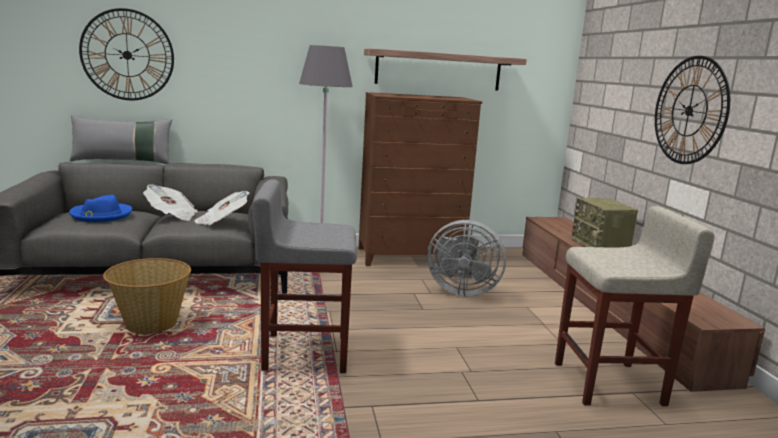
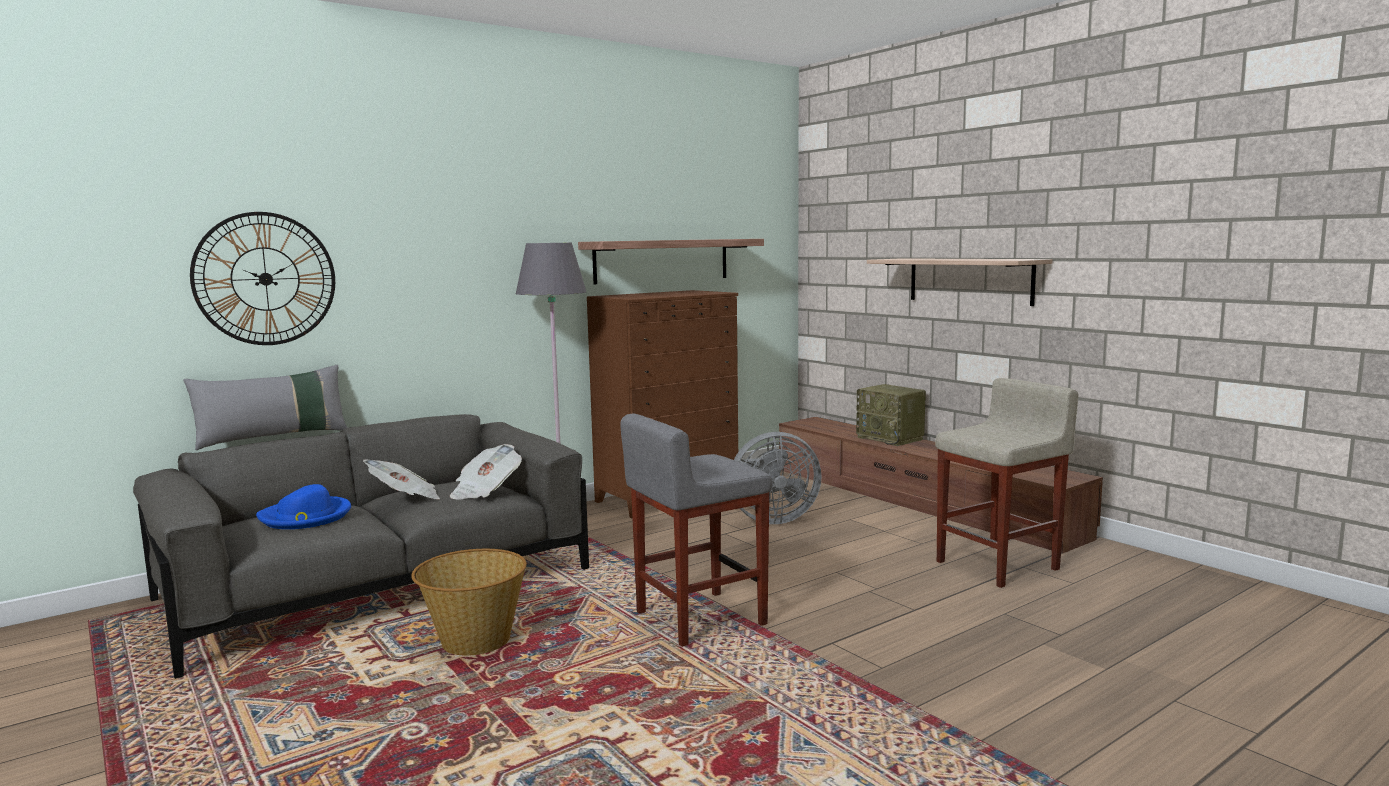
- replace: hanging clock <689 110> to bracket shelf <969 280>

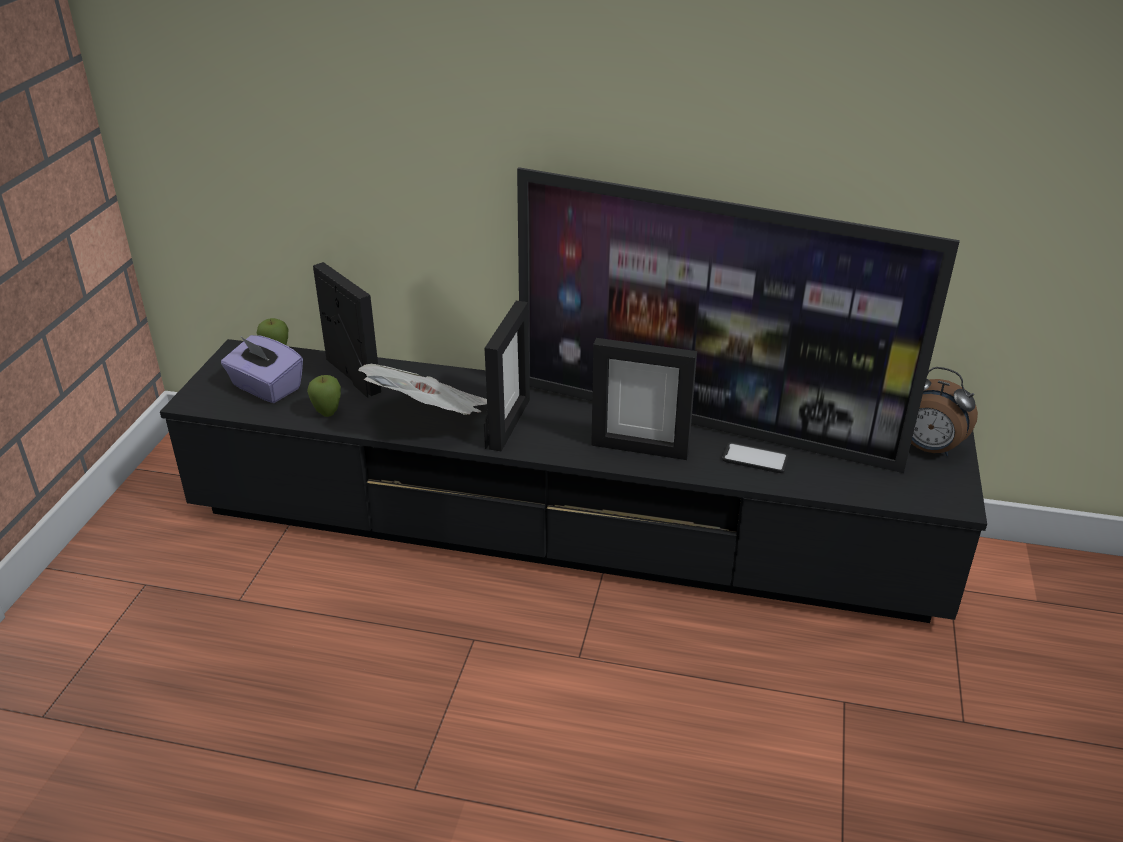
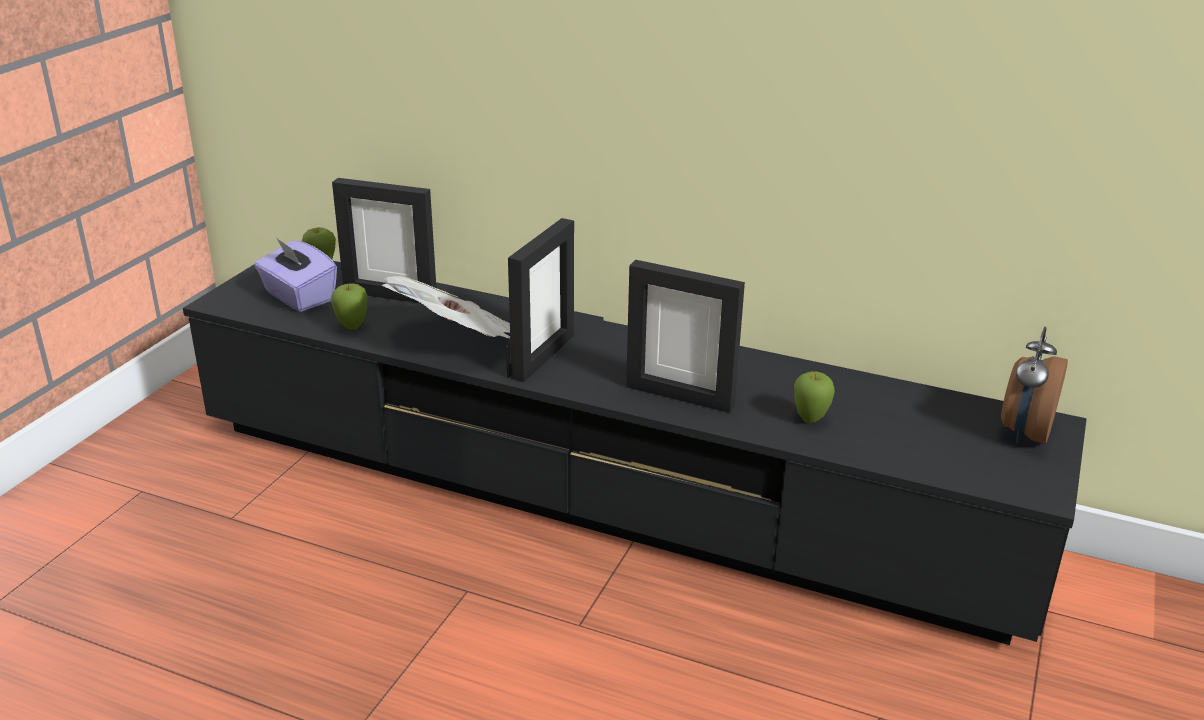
- delete: television <704 423>
- rotate: picture frame <351 376> = <391 295> 135 degrees clockwise
- rotate: alarm clock <928 449> = <1024 432> 75 degrees clockwise
- replace: telephone <755 459> to apple fruit <810 420>

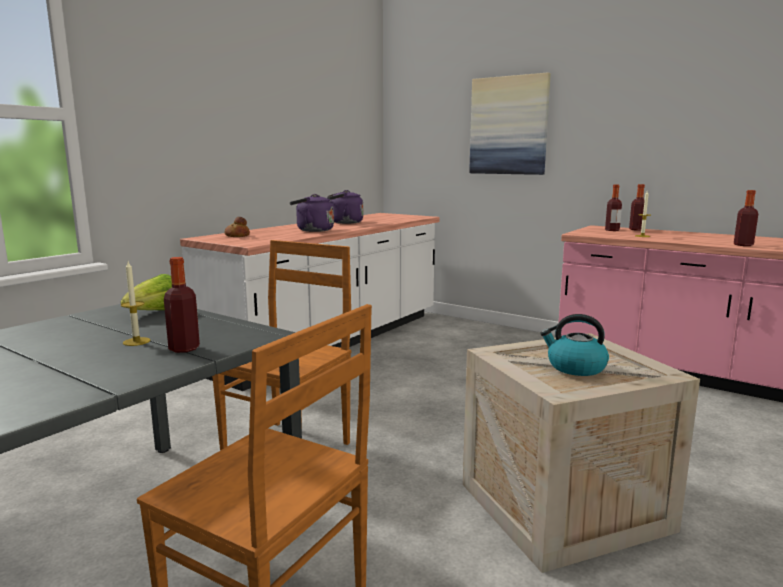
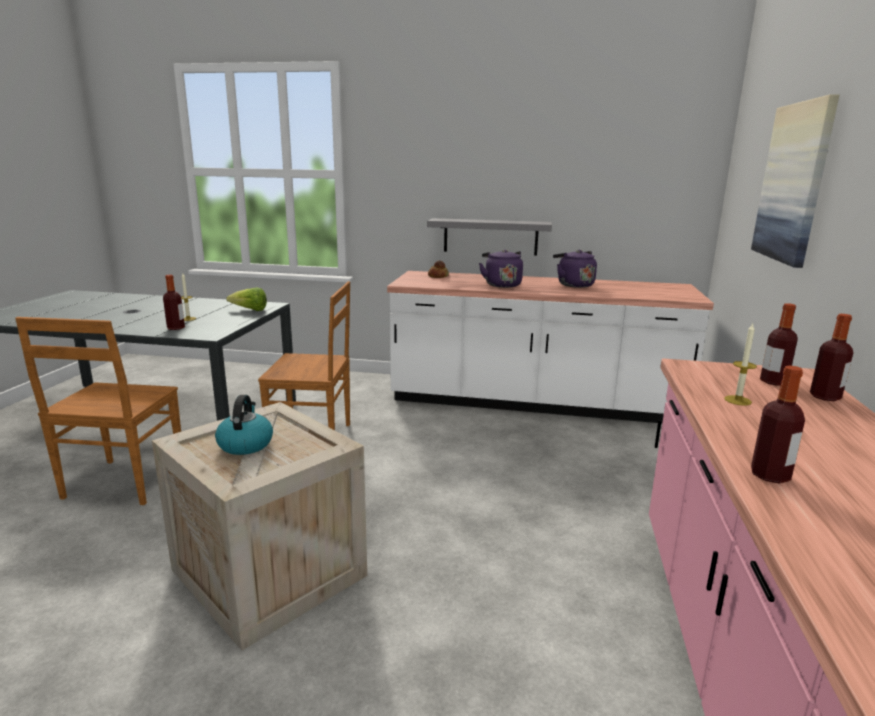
- insert: bracket shelf (gray) <490 236>

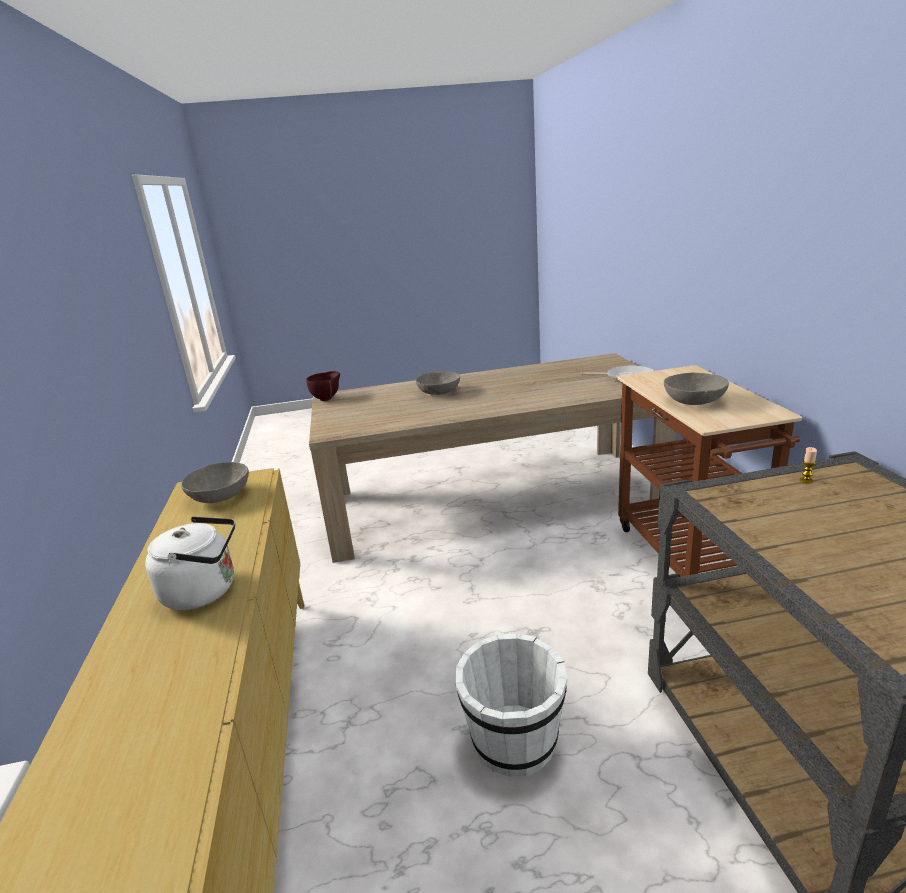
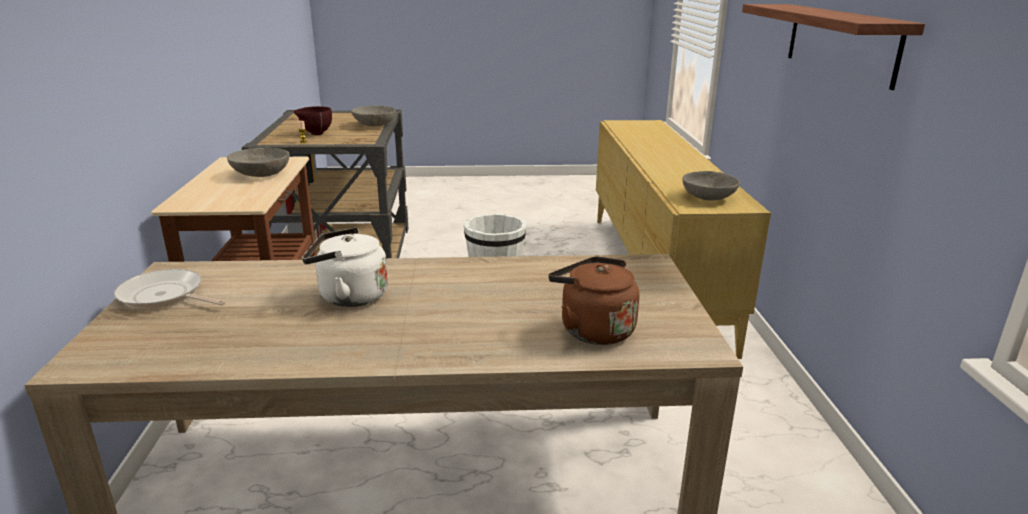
- move: bowl (brownish) <327 398> to <315 134>
- move: bowl (gray) <439 392> to <375 125>
- move: kettle (white) <205 591> to <349 296>
- insert: bracket shelf <840 42>
- insert: kettle (brownish) <593 329>

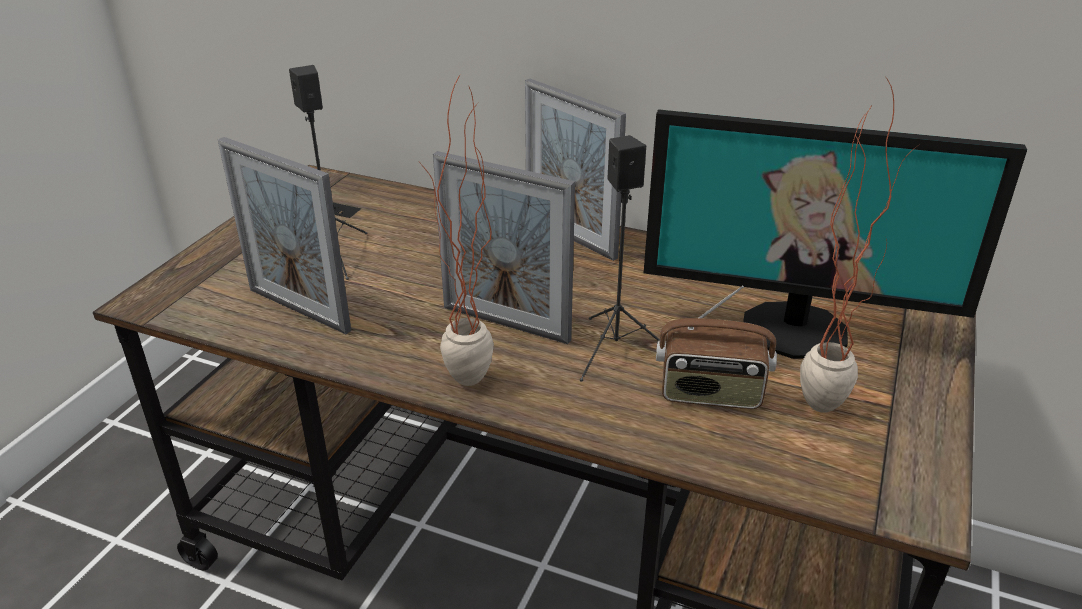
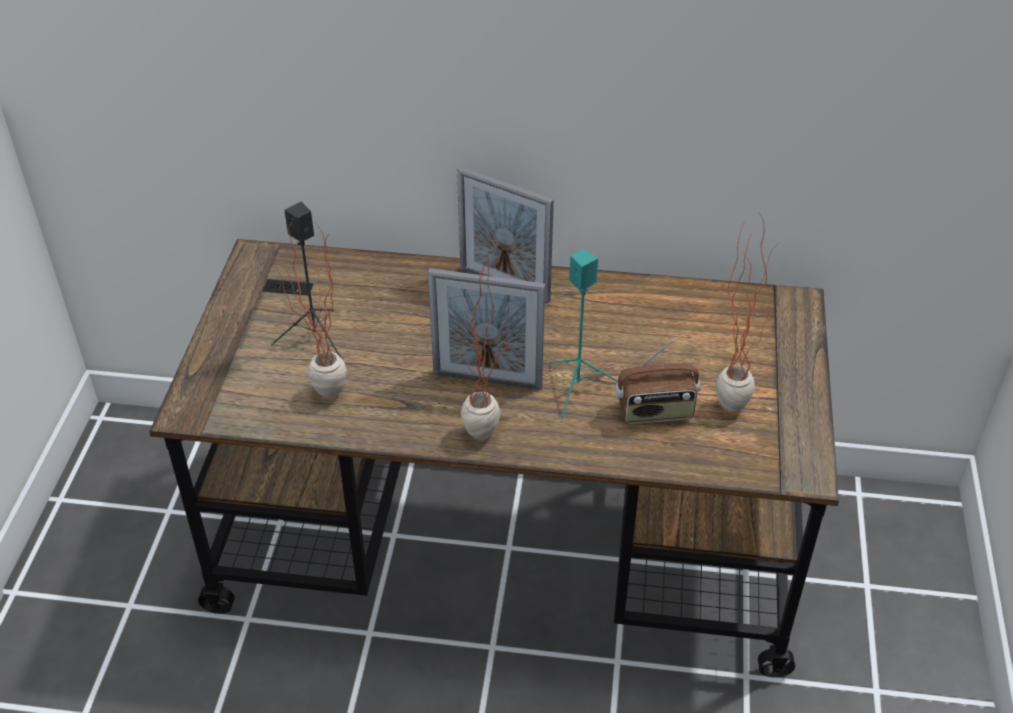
- delete: computer screen <794 328>
- recolor: loudspeaker (blackish) <617 350> to loudspeaker (turquoise) <578 388>
- replace: picture frame <299 310> to plant in a pot <319 397>

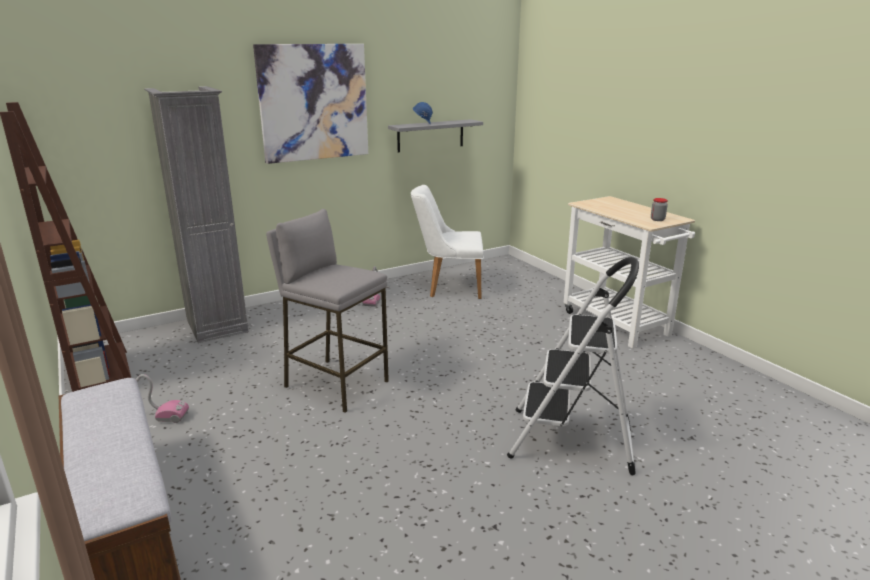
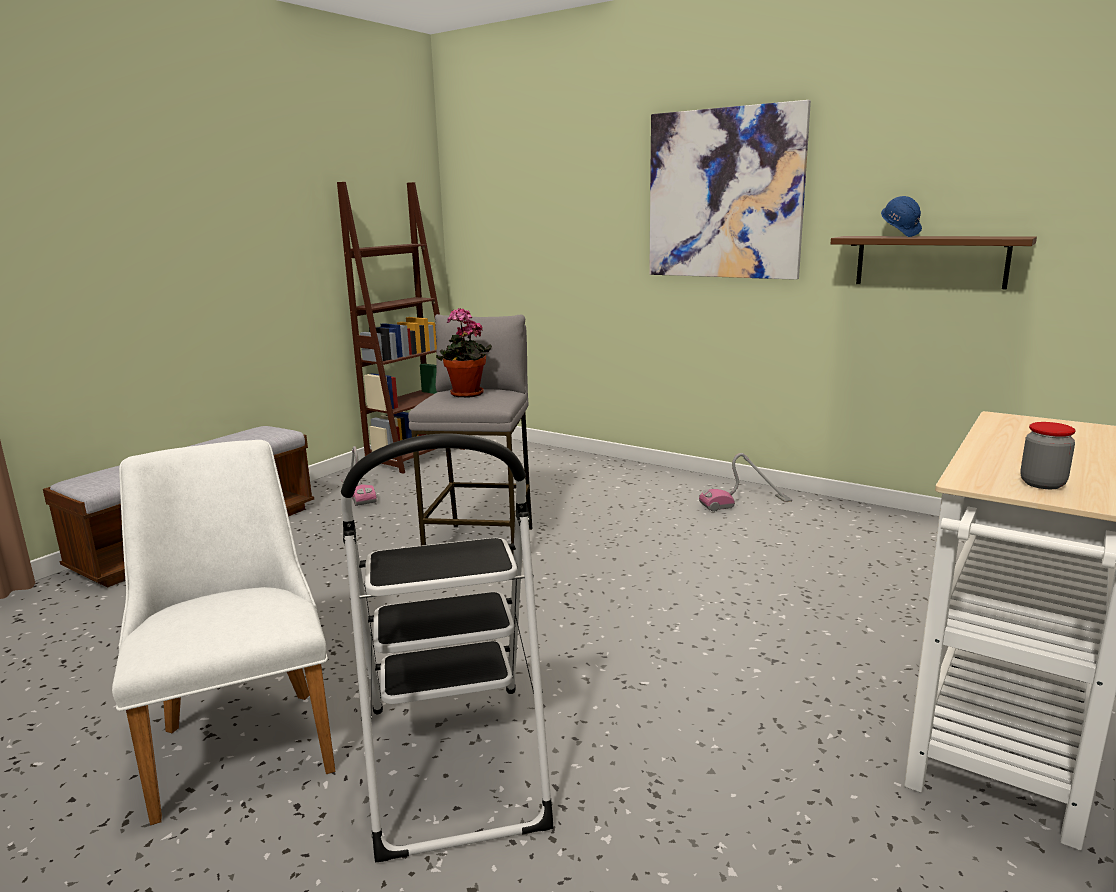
- delete: storage cabinet (gray) <218 326>
- recolor: bracket shelf (gray) <430 135> to bracket shelf (brownish) <930 261>
- move: plain chair (white) <449 287> to <242 738>
- insert: plant in a pot <466 395>

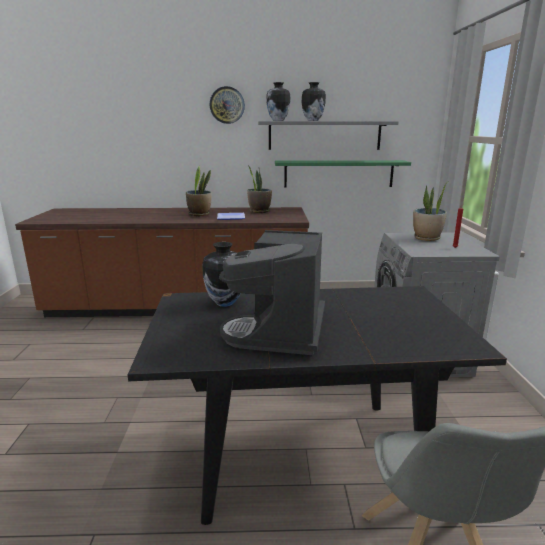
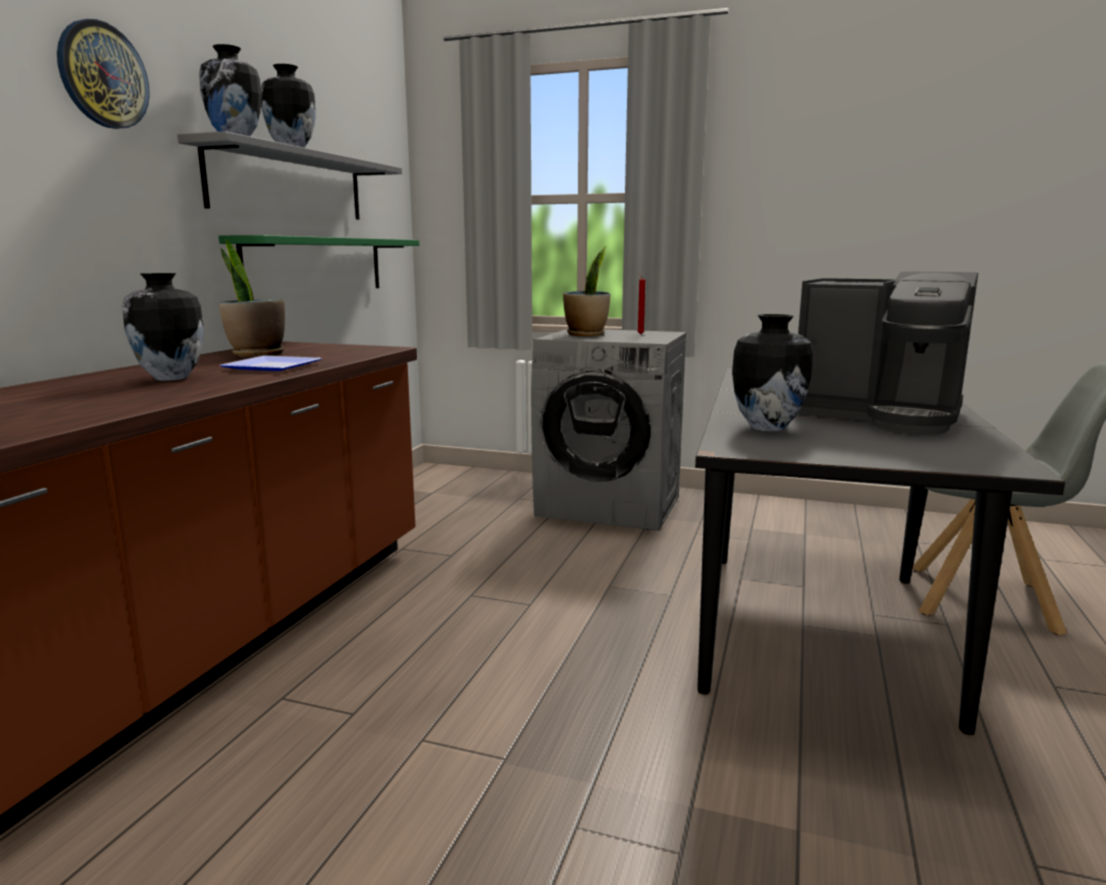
- replace: plant in a pot <199 214> to flower vase <170 378>

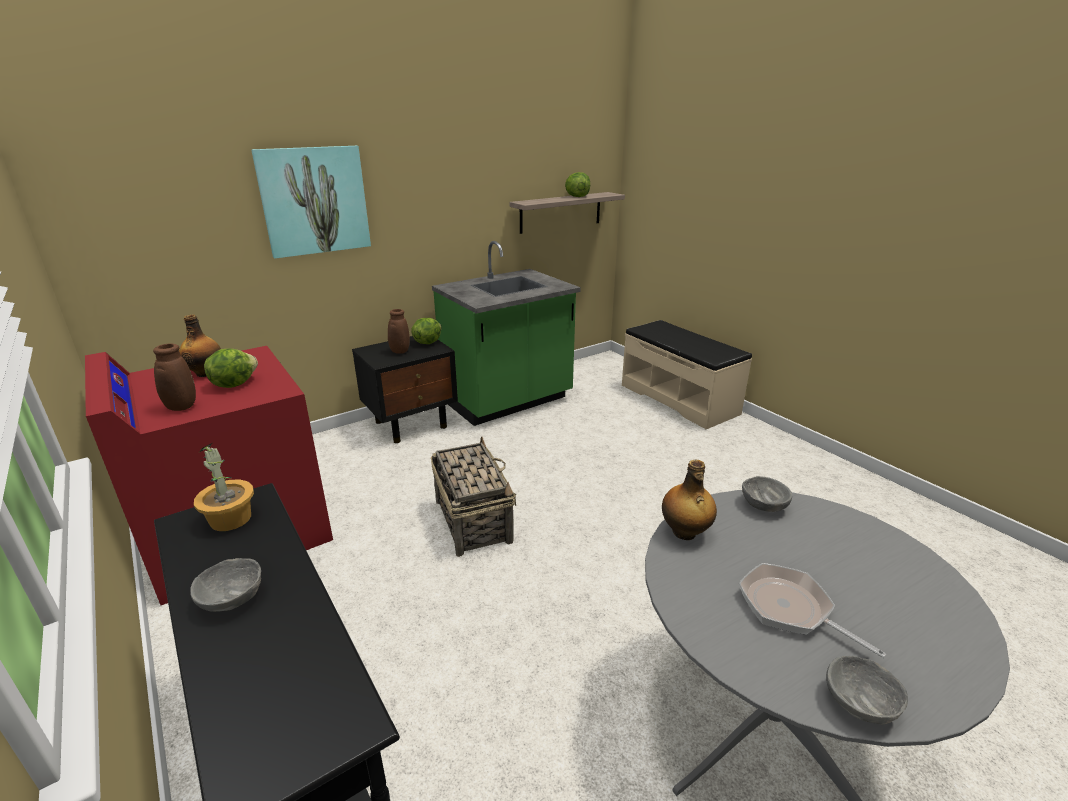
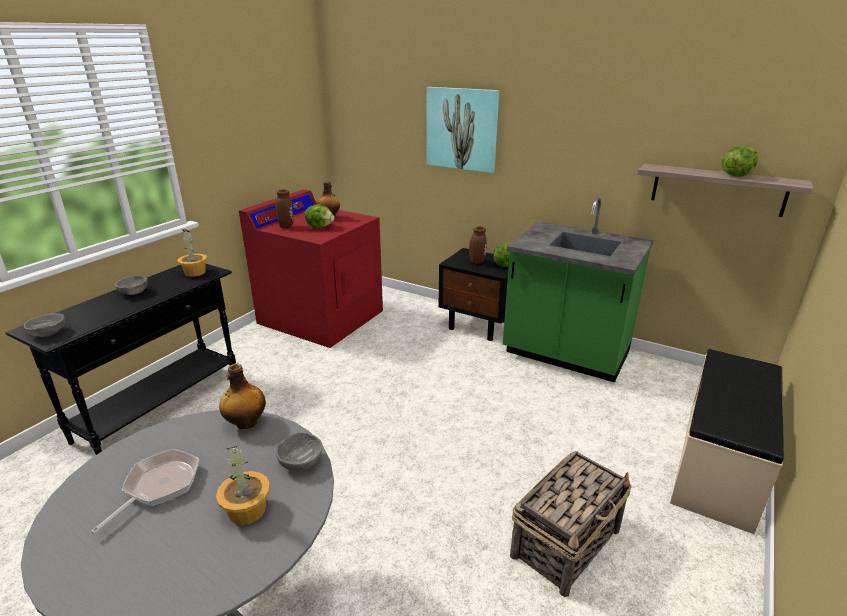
- move: storage basket <473 520> to <566 542>
- move: bowl (gray) <859 703> to <48 333>
- insert: plant in a pot <247 511>

